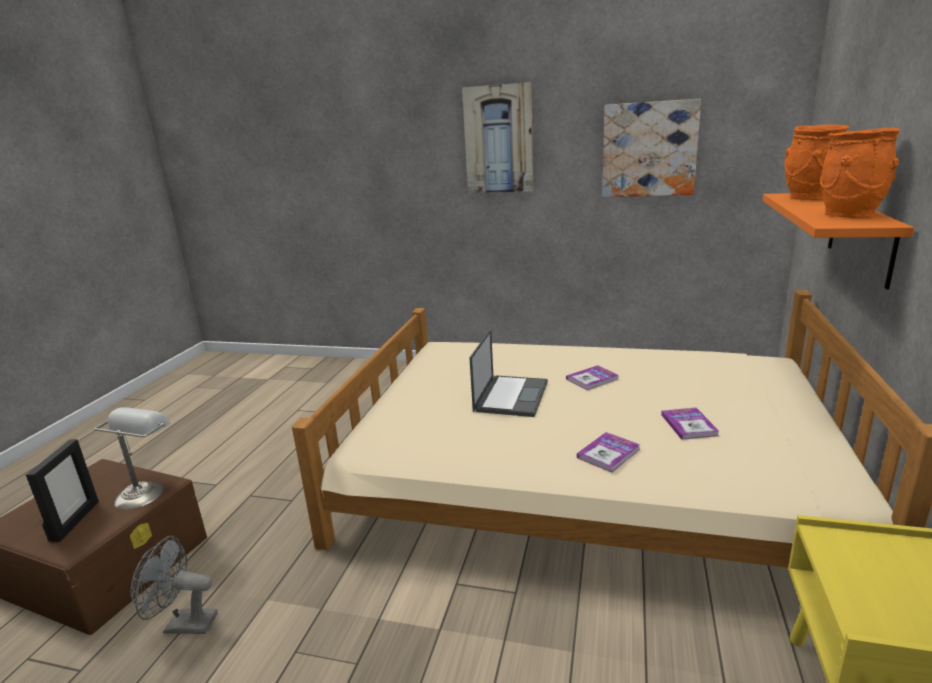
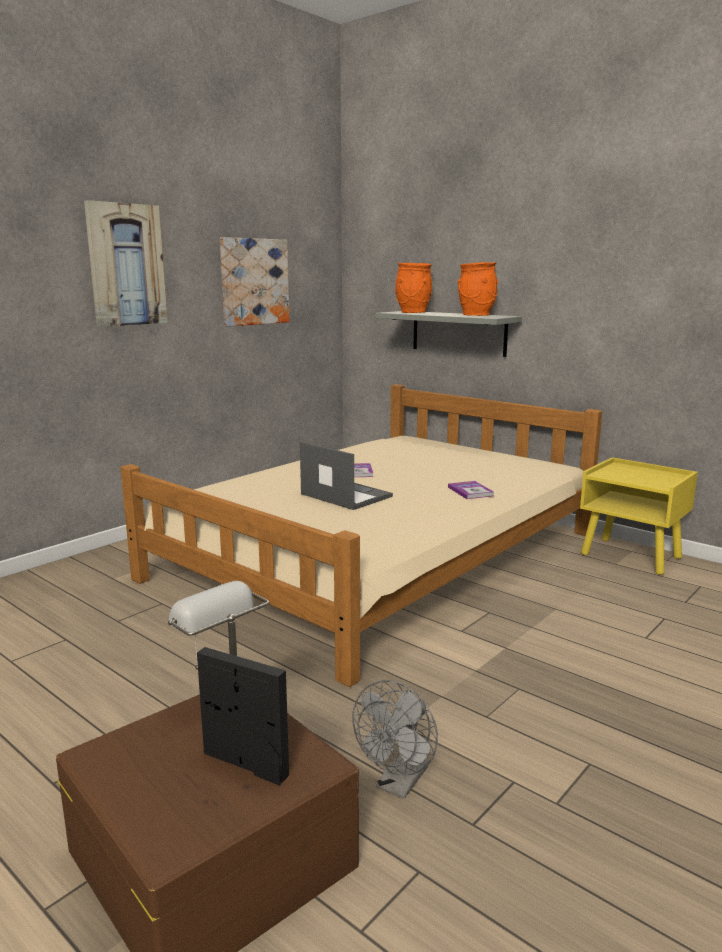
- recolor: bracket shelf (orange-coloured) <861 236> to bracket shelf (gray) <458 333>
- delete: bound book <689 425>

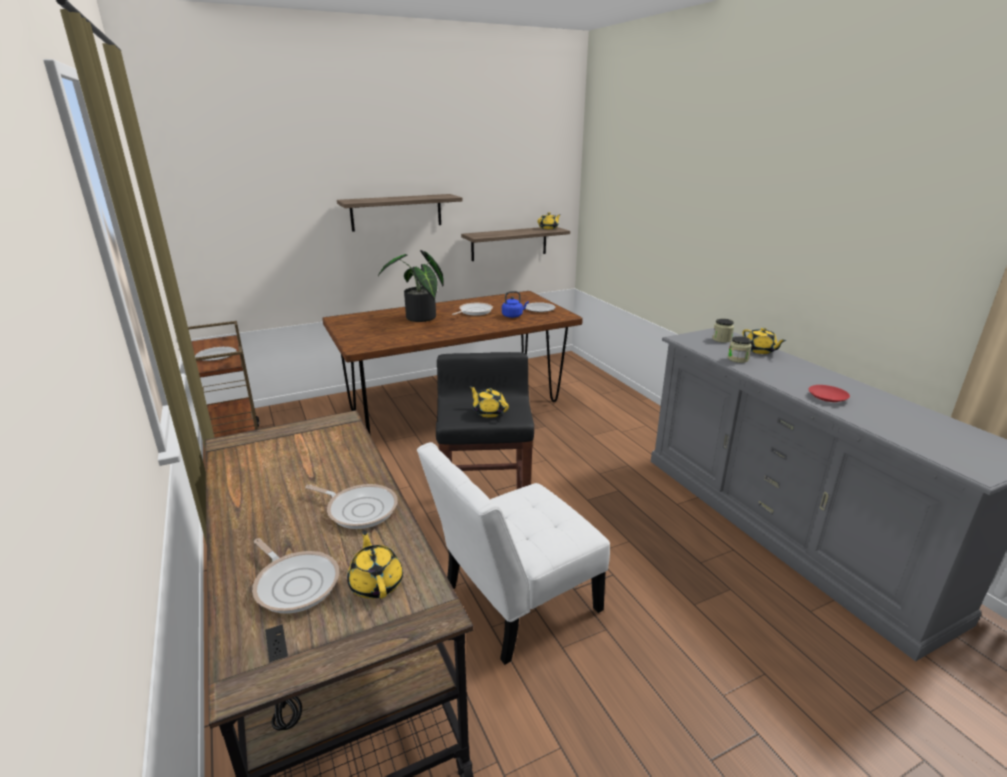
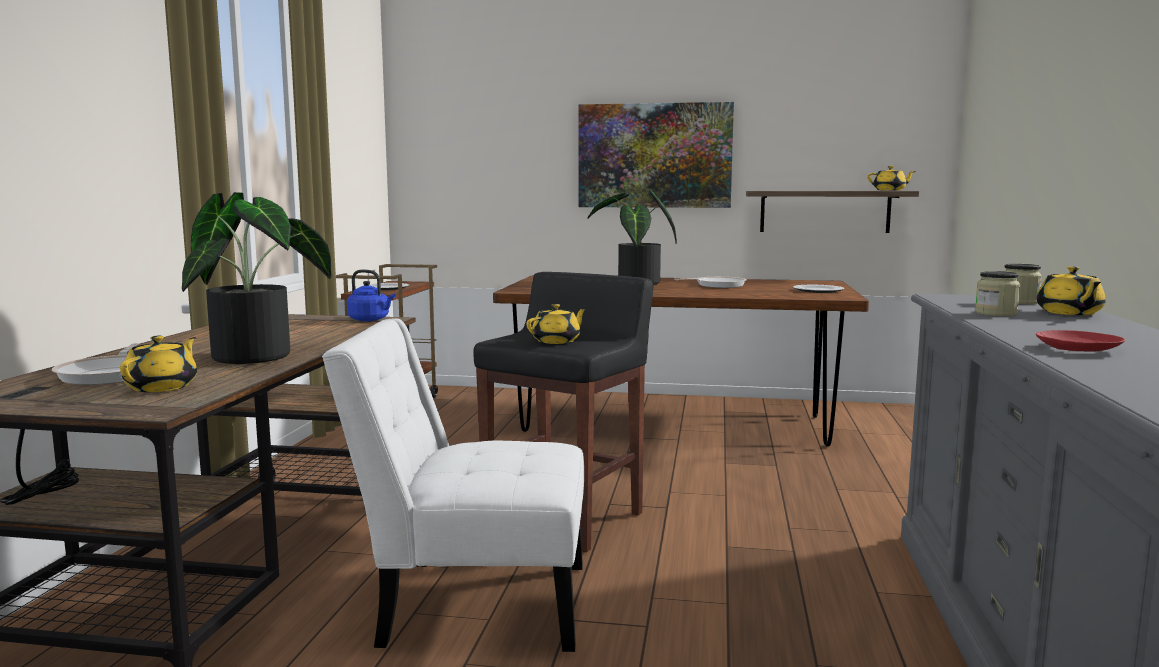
- replace: bracket shelf <396 212> to wall picture <654 156>
- move: kettle (blue-coloured) <513 316> to <370 320>
- rotate: tea pot (yellow) <489 412> = <557 341> 60 degrees clockwise
- replace: pan <359 509> to plant in a pot <262 356>

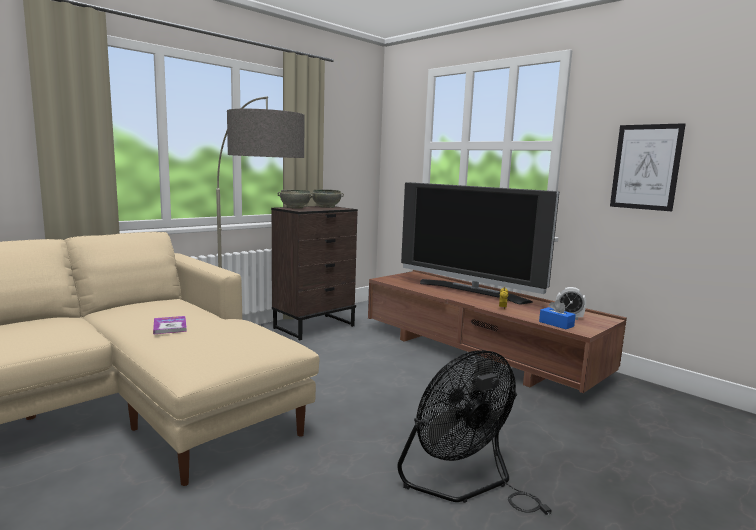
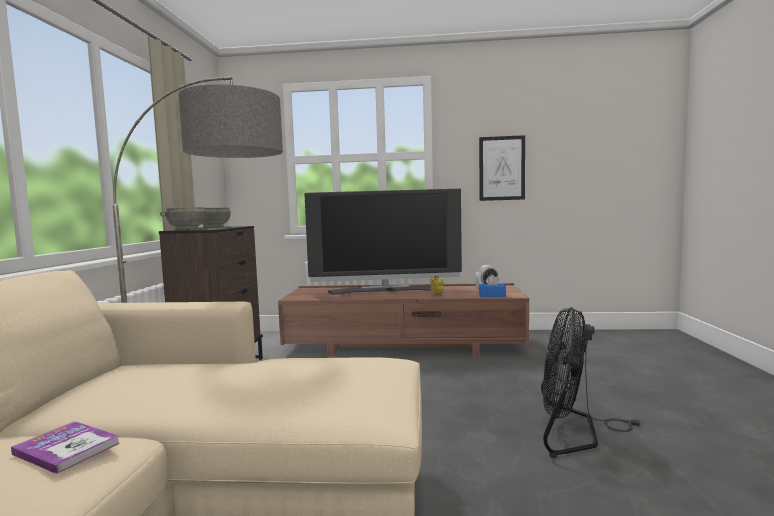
- move: bound book <170 326> to <67 448>

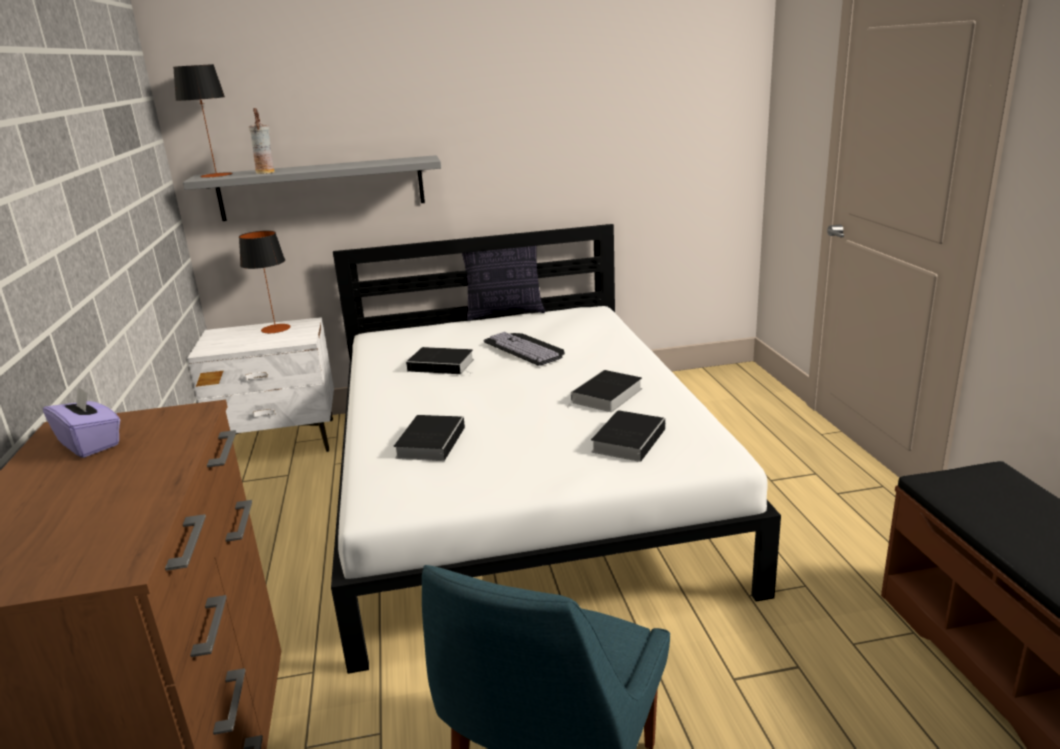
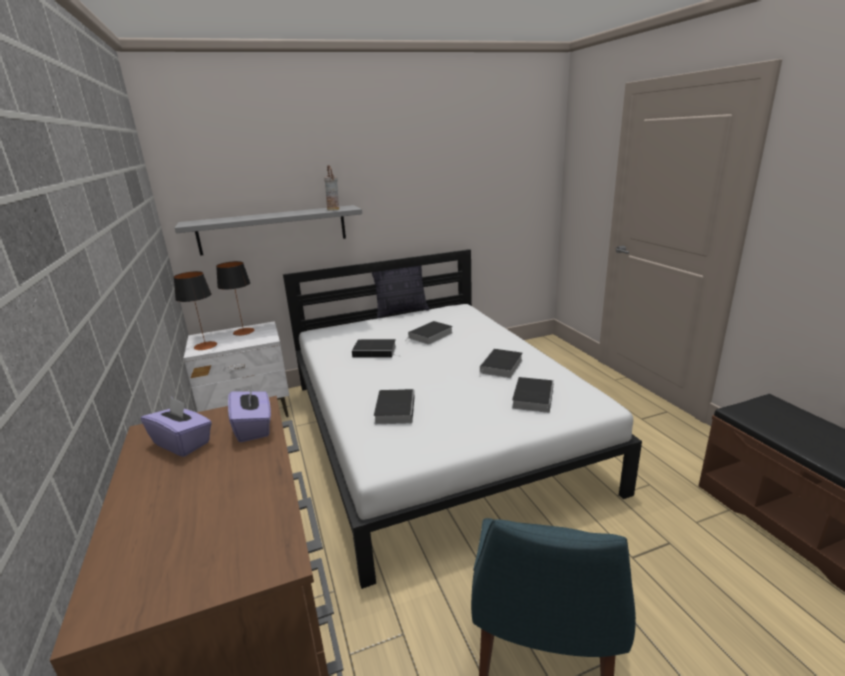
- move: lamp for a table <216 175> to <205 346>
- move: flower vase <266 173> to <334 209>
- replace: computer keyboard <527 348> to bound book <430 336>
- insert: box of tissues (purplish) <254 428>

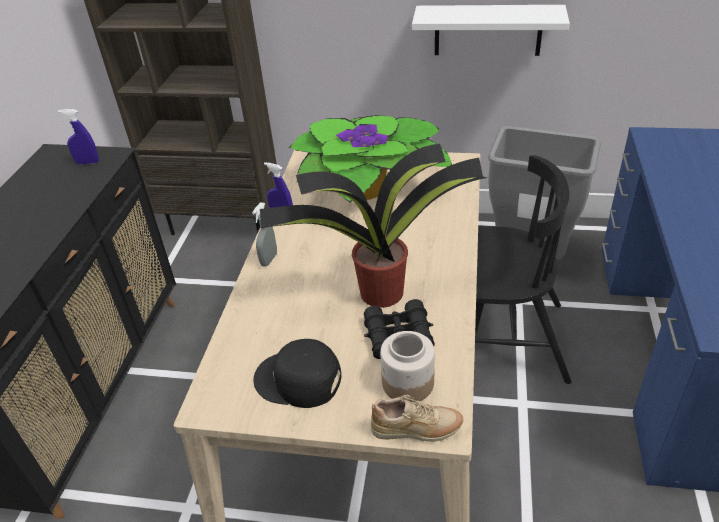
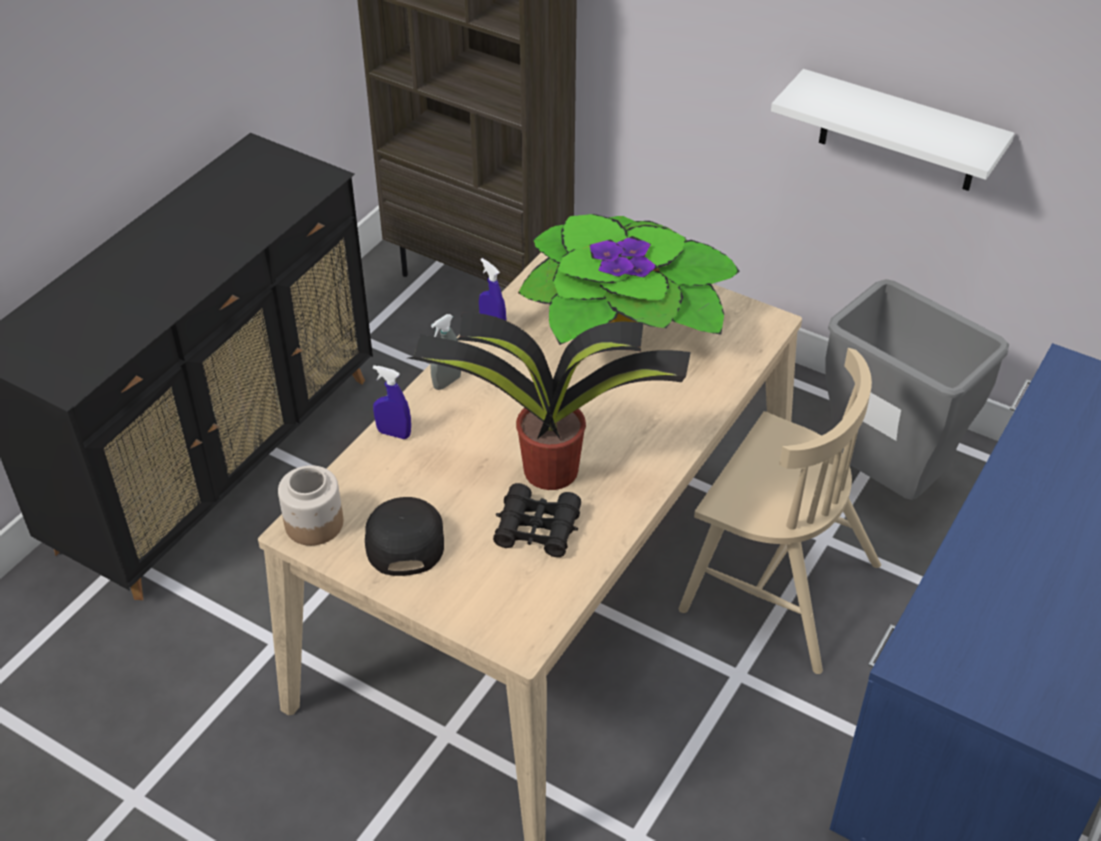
- move: sprayer (blue-coloured) <88 162> to <394 433>
- recolor: plain chair (blackish) <504 338> to plain chair (sand-coloured) <769 582>
- move: preserve jar <407 383> to <313 524>
- rotate: cap (blackish) <298 380> = <403 538> 45 degrees clockwise
- delete: shoe (sand-coloured) <416 431>

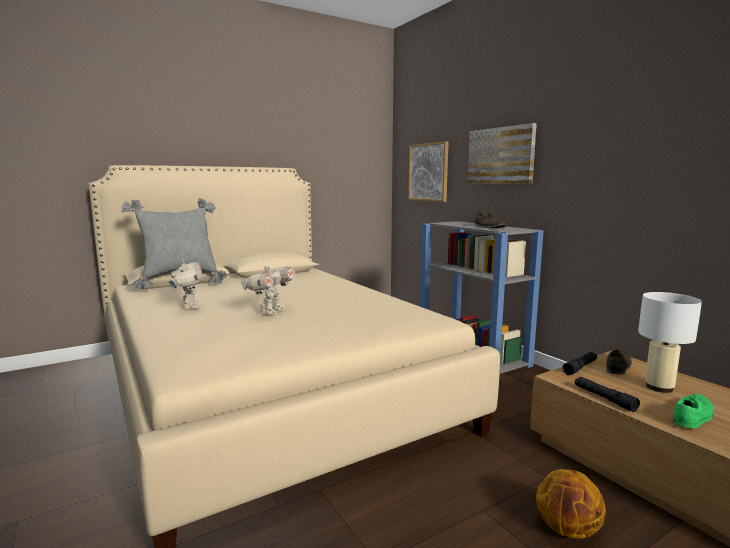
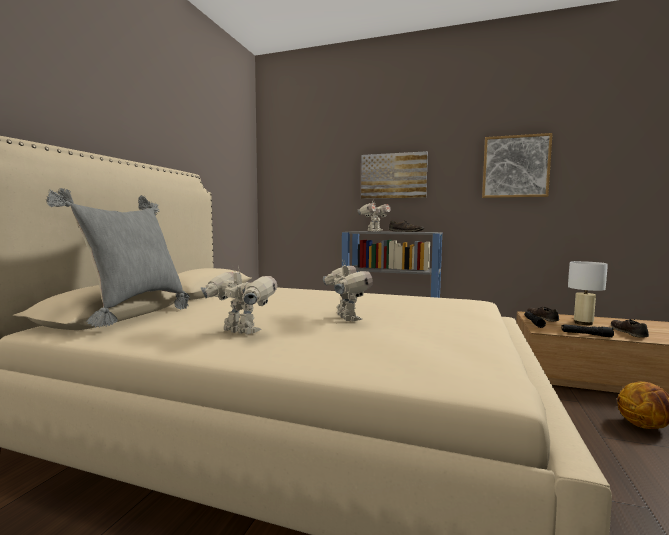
- move: wall picture <428 172> to <515 166>
- recolor: shoe (greenish) <692 416> to shoe (brownish) <628 332>
- insert: robot figure <374 231>

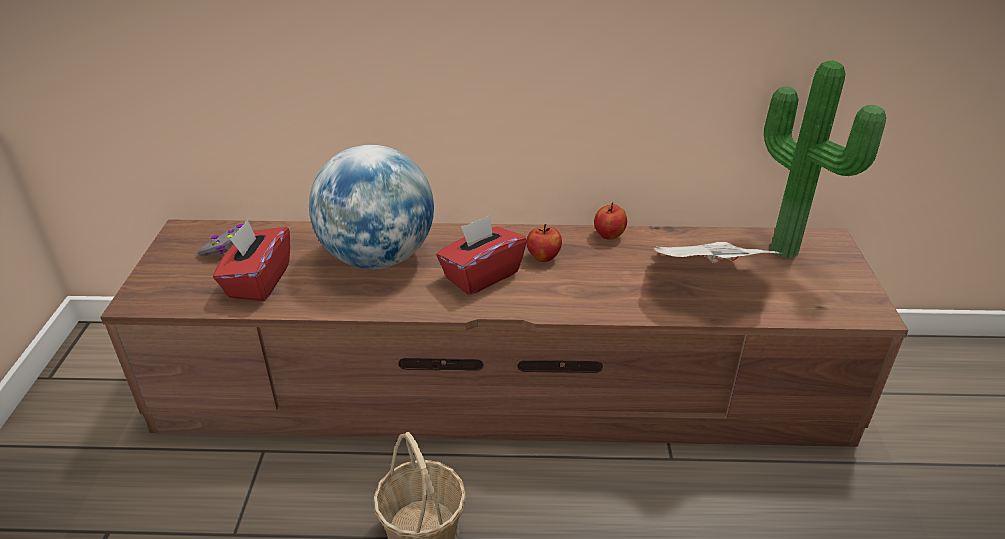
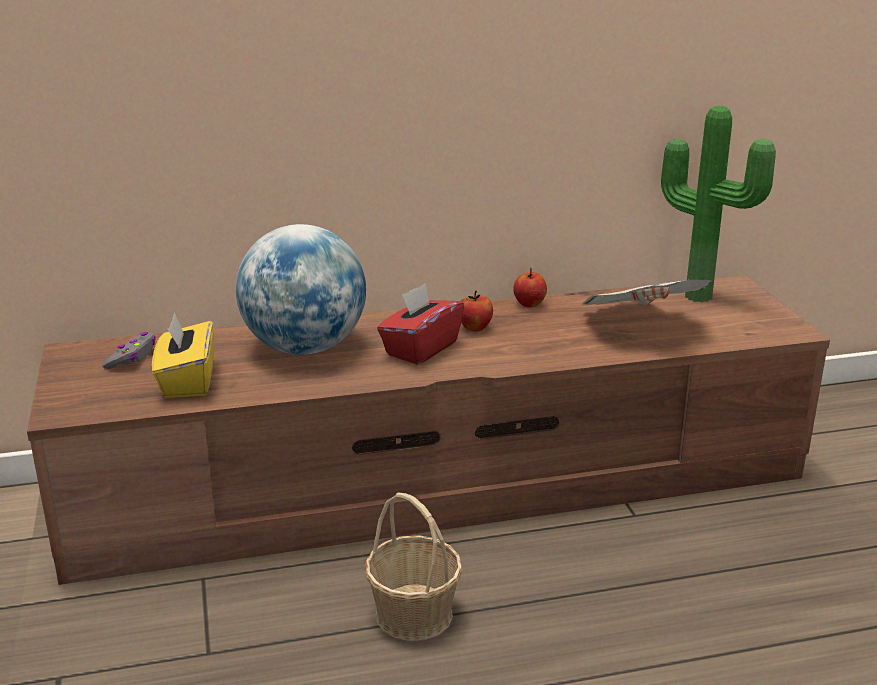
- recolor: box of tissues (reddish) <258 281> to box of tissues (yellow) <187 381>

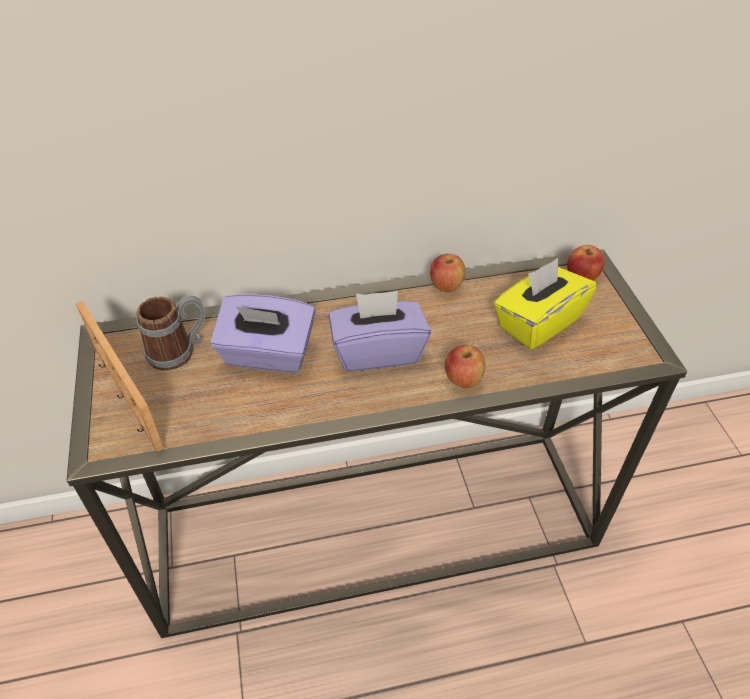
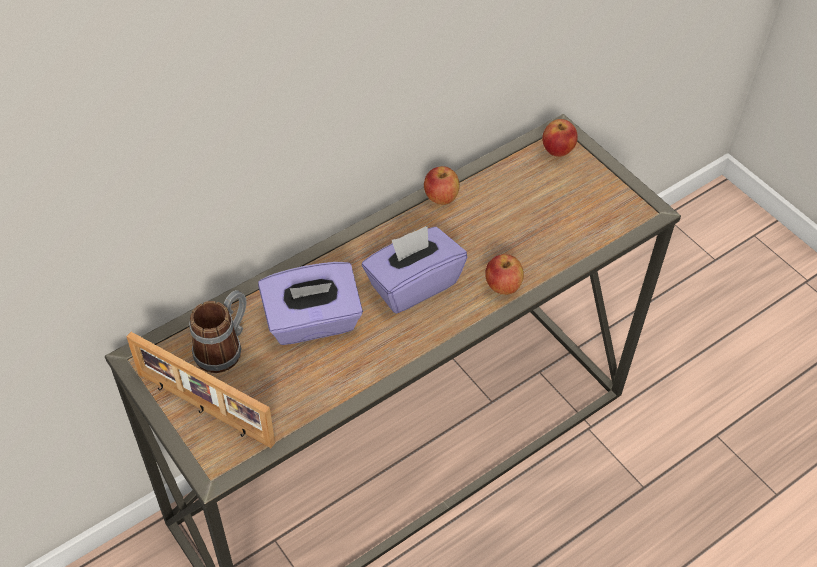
- delete: box of tissues (yellow) <537 323>

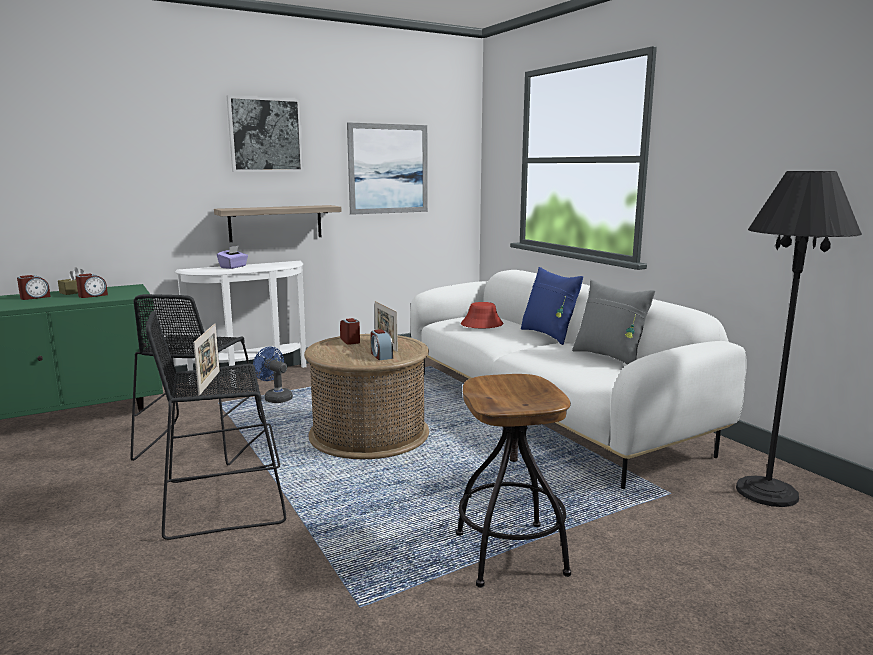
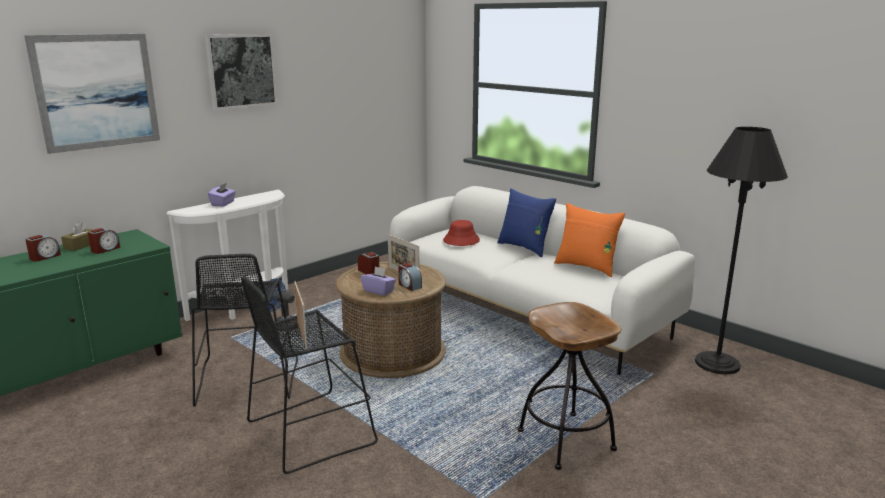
- move: wall picture <388 169> to <97 91>
- delete: bracket shelf <275 223>
- recolor: throw pillow (gray) <608 358> to throw pillow (orange-coloured) <586 267>
- insert: box of tissues (purplish) <379 291>

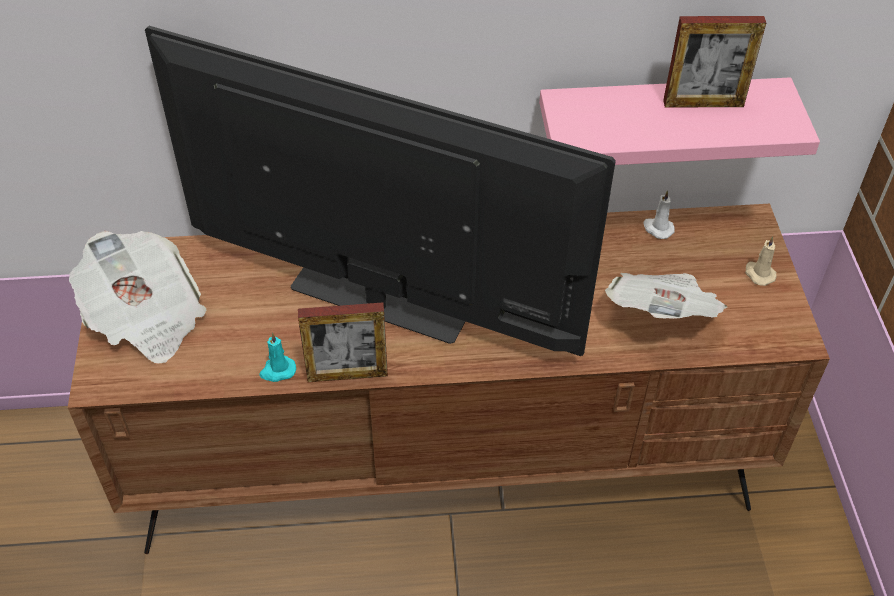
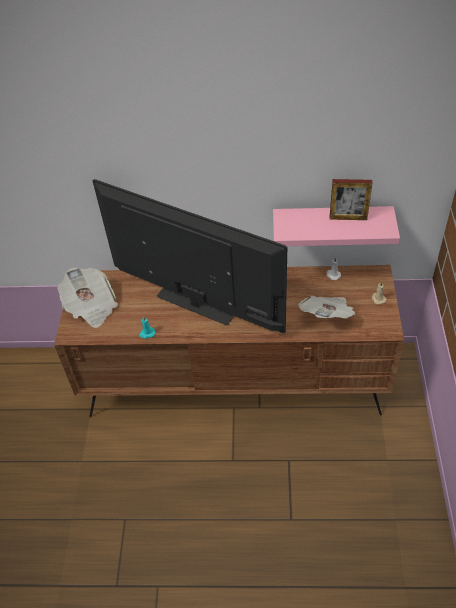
- delete: picture frame <347 374>

